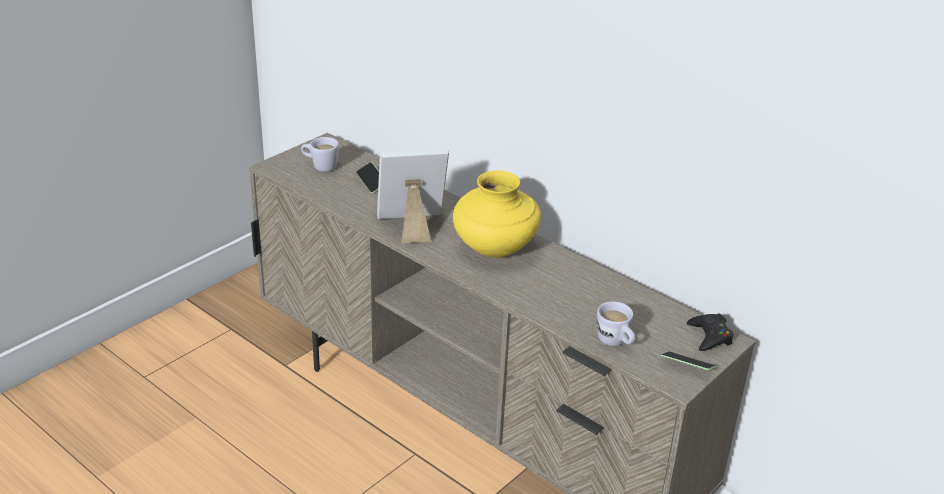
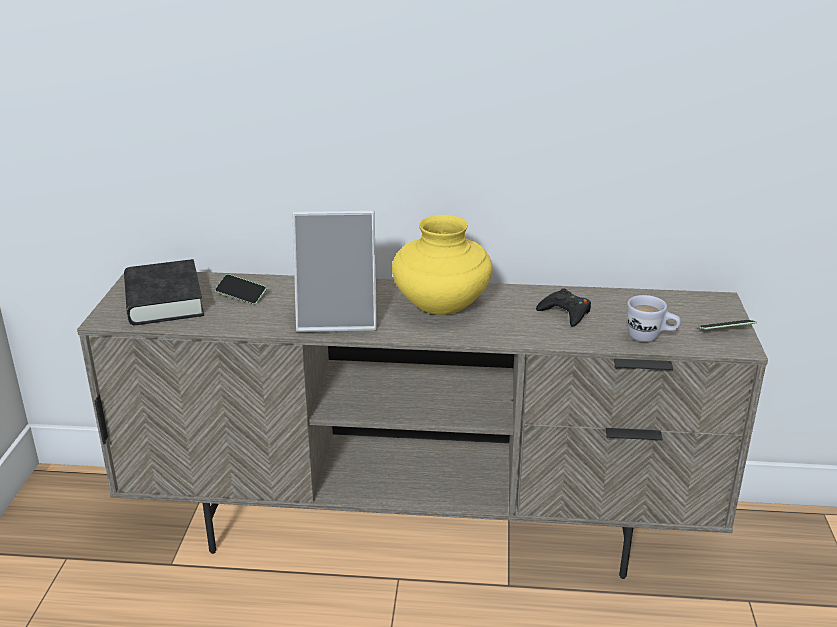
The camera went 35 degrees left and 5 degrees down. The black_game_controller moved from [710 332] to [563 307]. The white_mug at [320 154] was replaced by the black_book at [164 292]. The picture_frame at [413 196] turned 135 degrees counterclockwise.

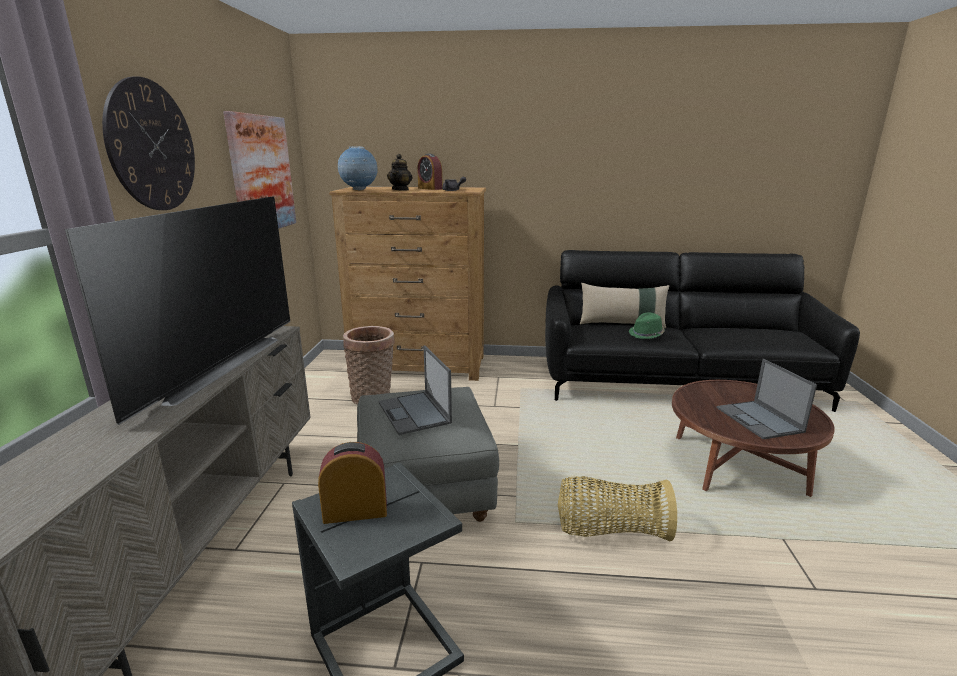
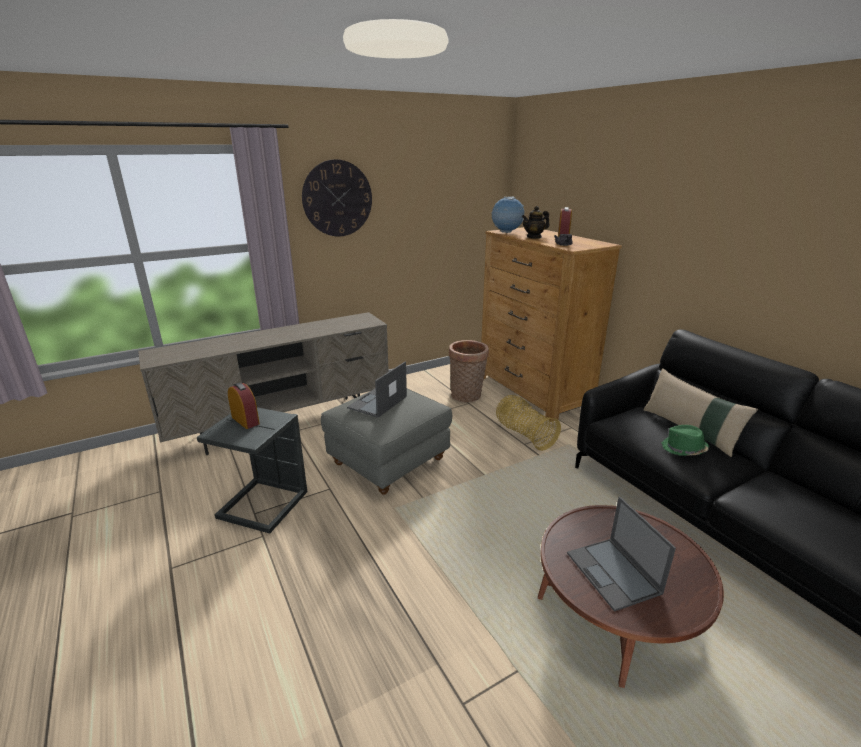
The camera went 55 degrees right and 5 degrees up. The television at [177 310] disappeared. The picture at [259 170] disappeared. The basket moved from [617 508] to [528 423]. The laptop at [766 399] turned 60 degrees counterclockwise.

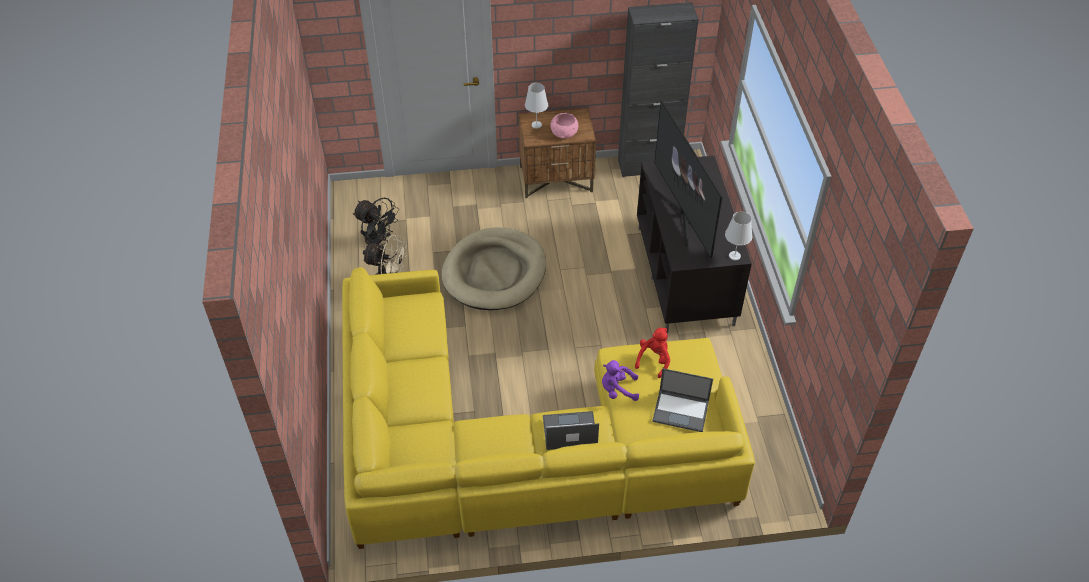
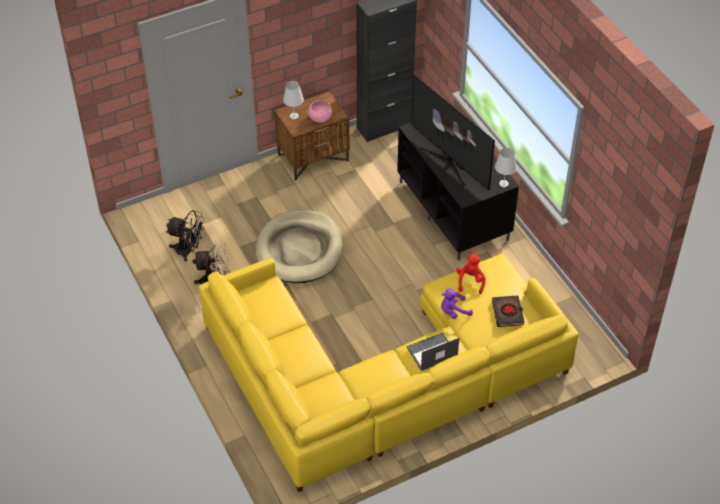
The camera went 20 degrees left and 0 degrees up. The laptop at [682 400] was replaced by the black_book at [508 311].

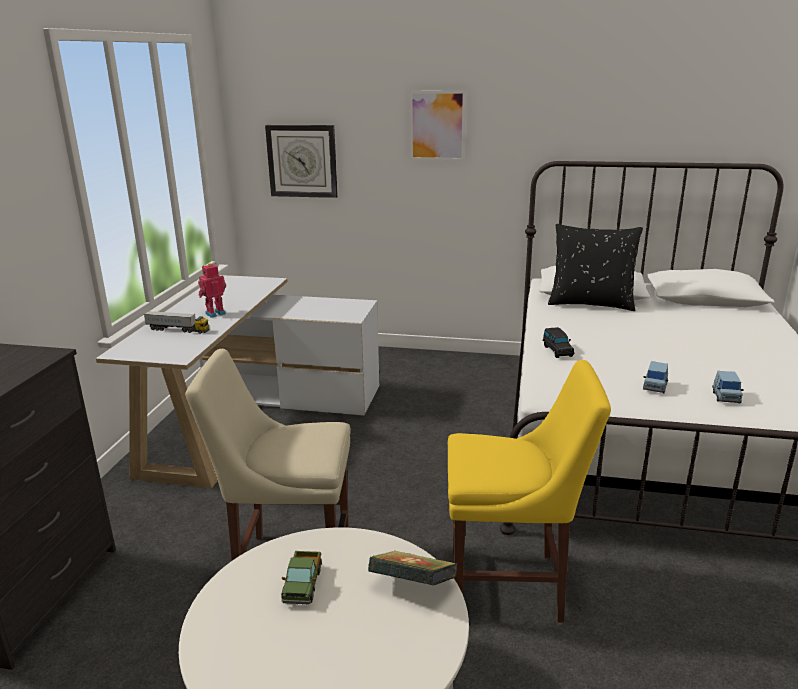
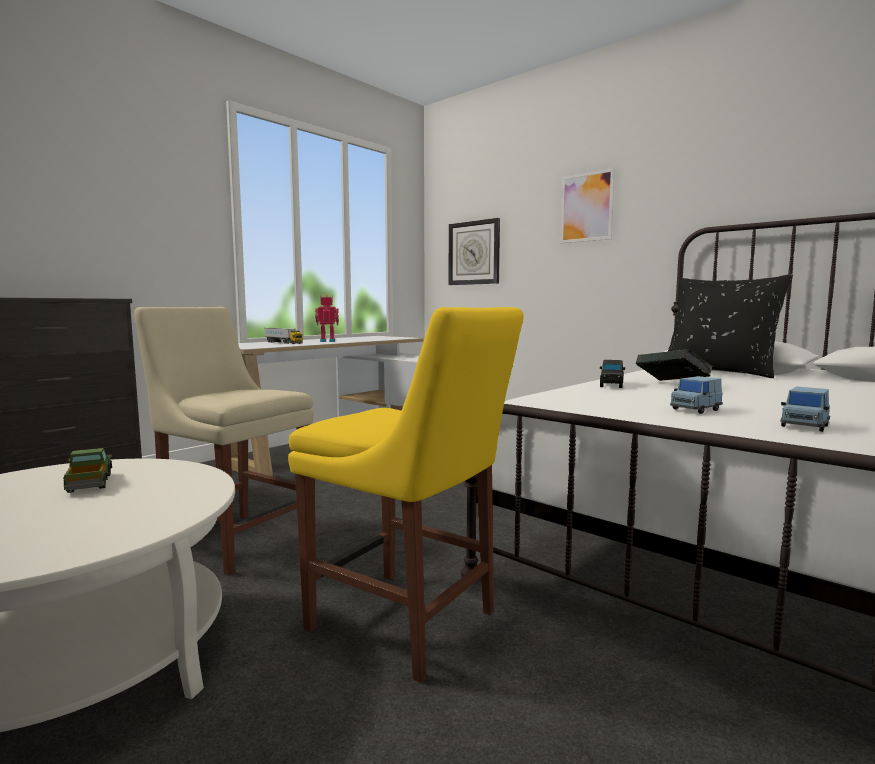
The camera went 30 degrees right and 15 degrees down. The book moved from [412 567] to [674 365]. The toy_truck at [301 577] turned 120 degrees clockwise.

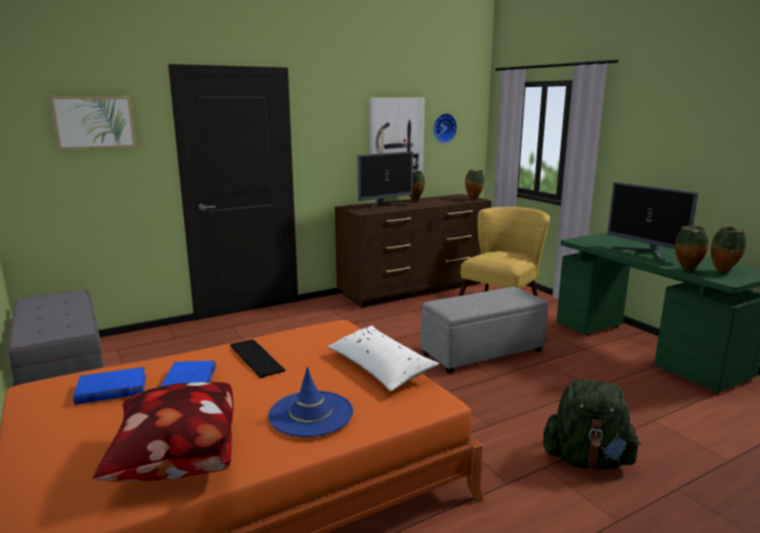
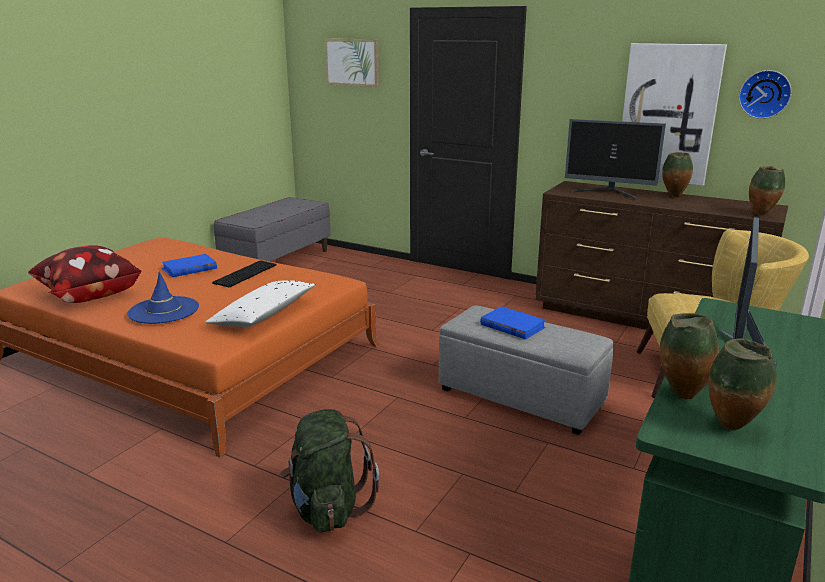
The camera went 60 degrees right and 5 degrees up. The blue_book moved from [109 386] to [513 323].

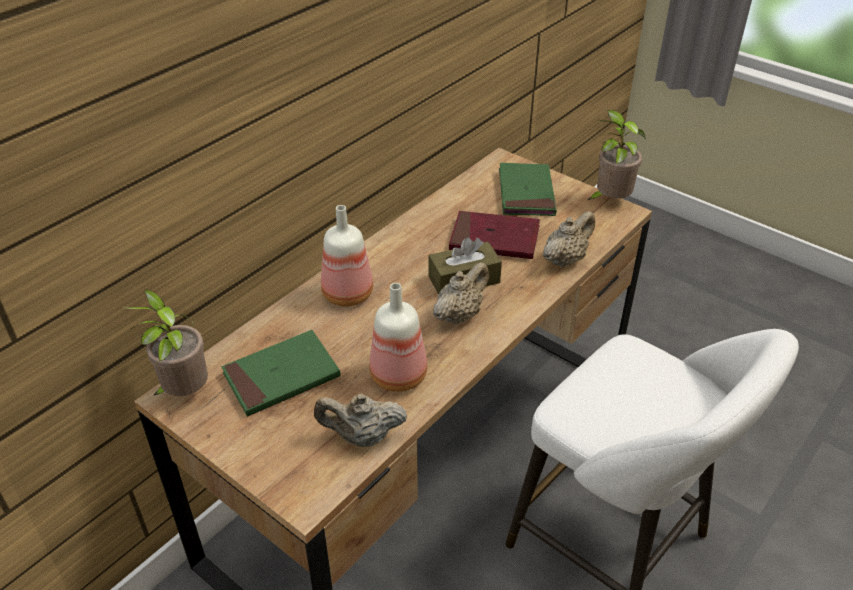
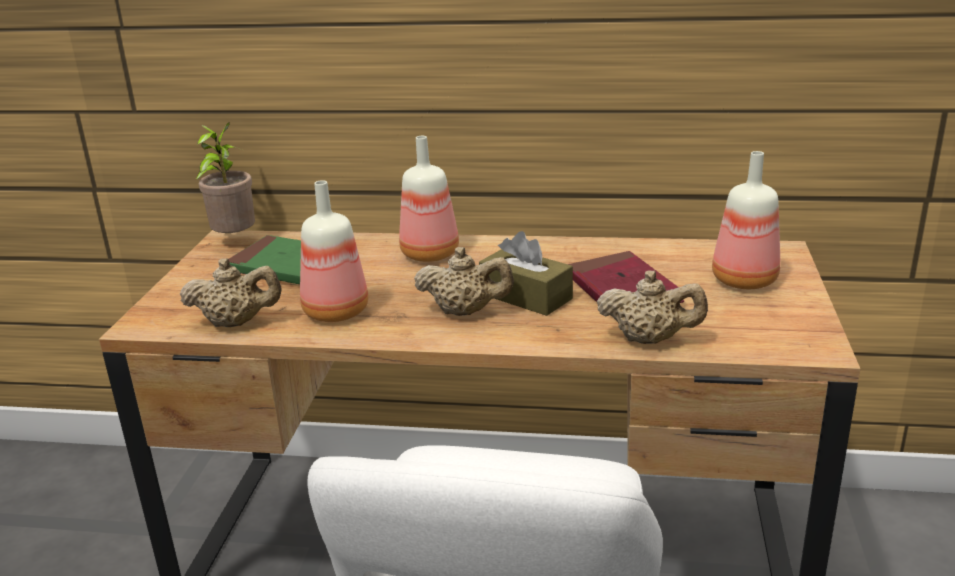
The camera went 60 degrees right and 15 degrees down. The potted_plant at [616 155] disappeared. The green_book at [528 189] was replaced by the bottle at [746 220]. The beige_teapot at [360 420] turned 120 degrees clockwise.

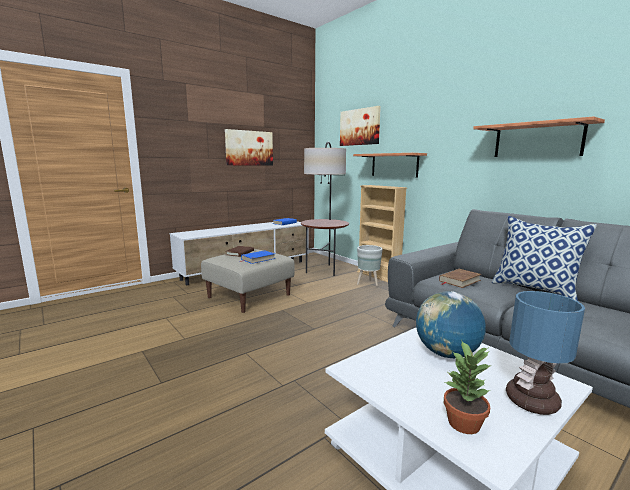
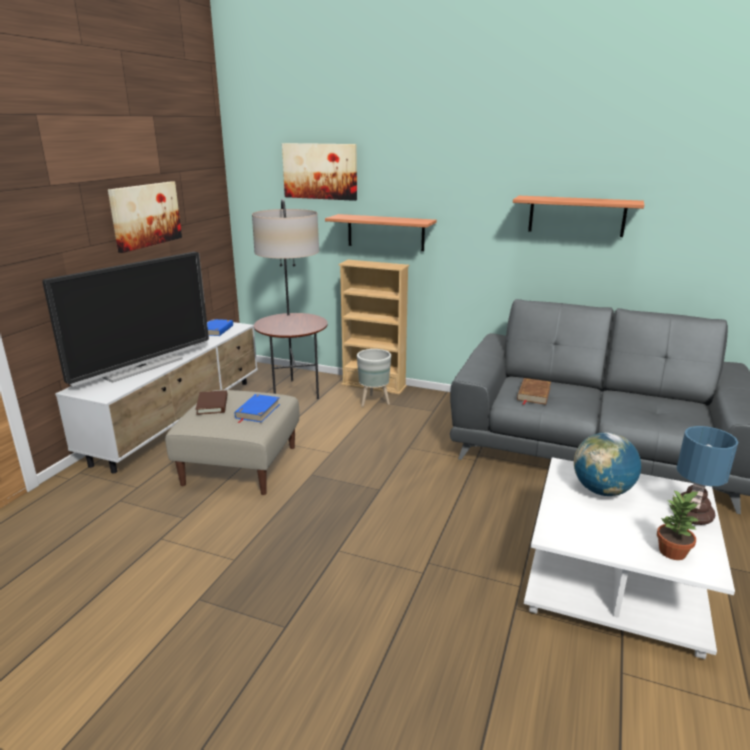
The camera went 30 degrees left and 10 degrees up. The pillow at [544 258] disappeared. The television at [125 319] appeared.

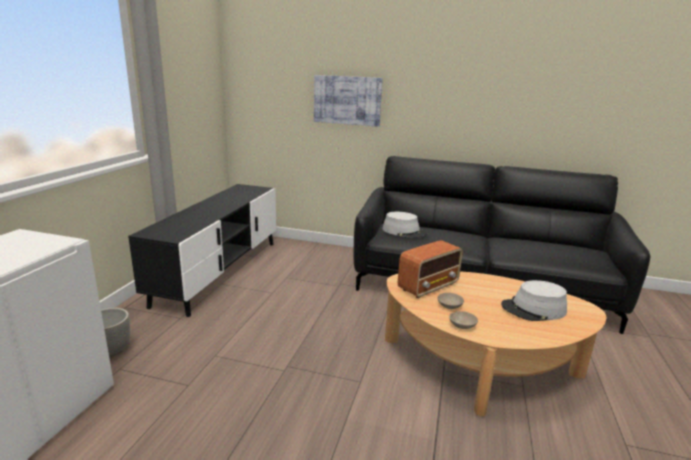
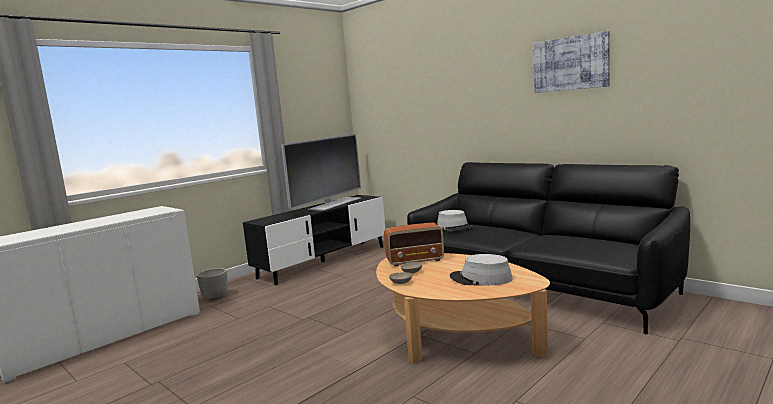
The camera went 30 degrees right and 10 degrees down. The television at [321 172] appeared. The picture moved from [348 101] to [571 62].

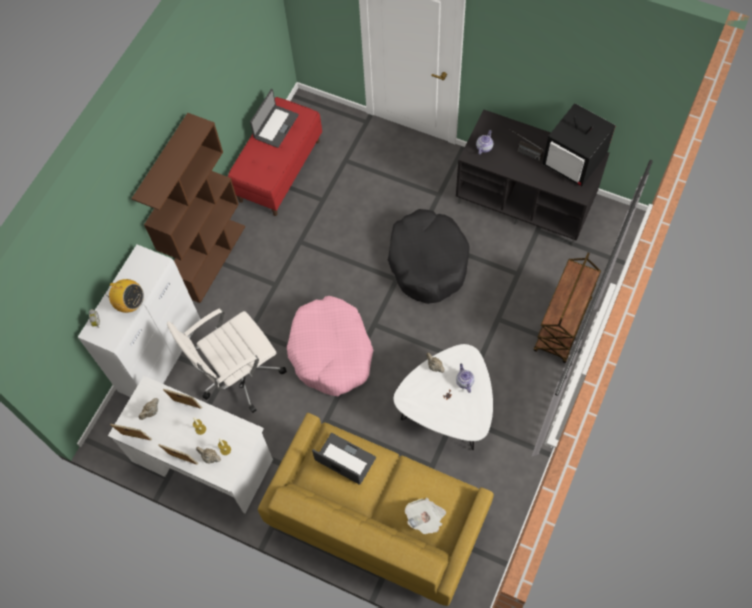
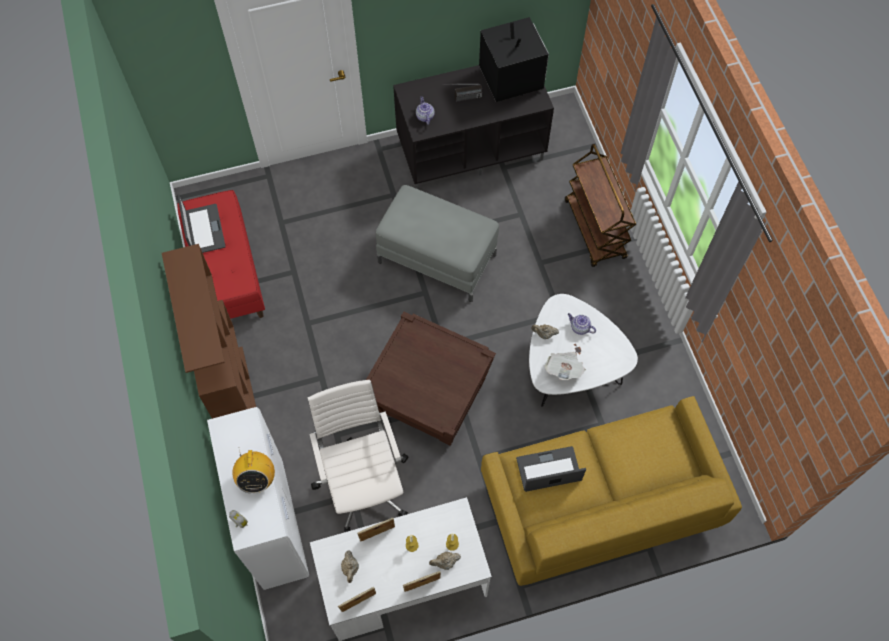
The camera went 45 degrees left and 0 degrees up. The newspaper moved from [425 516] to [565 366]. The pink_dog_bed at [330 346] was replaced by the brown_side_table at [431 378]. The black_dog_bed at [429 256] was replaced by the grey_ottoman at [437 243]. The radio at [124 296] turned 105 degrees clockwise. The white_office_chair at [227 361] turned 150 degrees clockwise. The television at [579 145] turned 105 degrees counterclockwise.

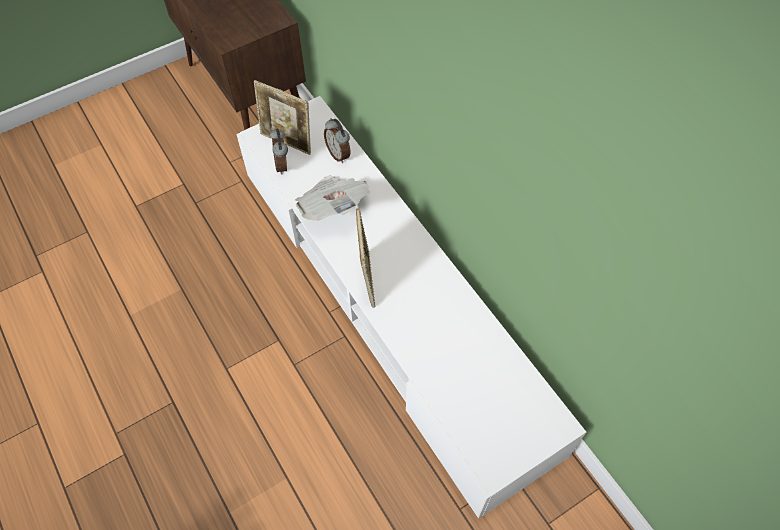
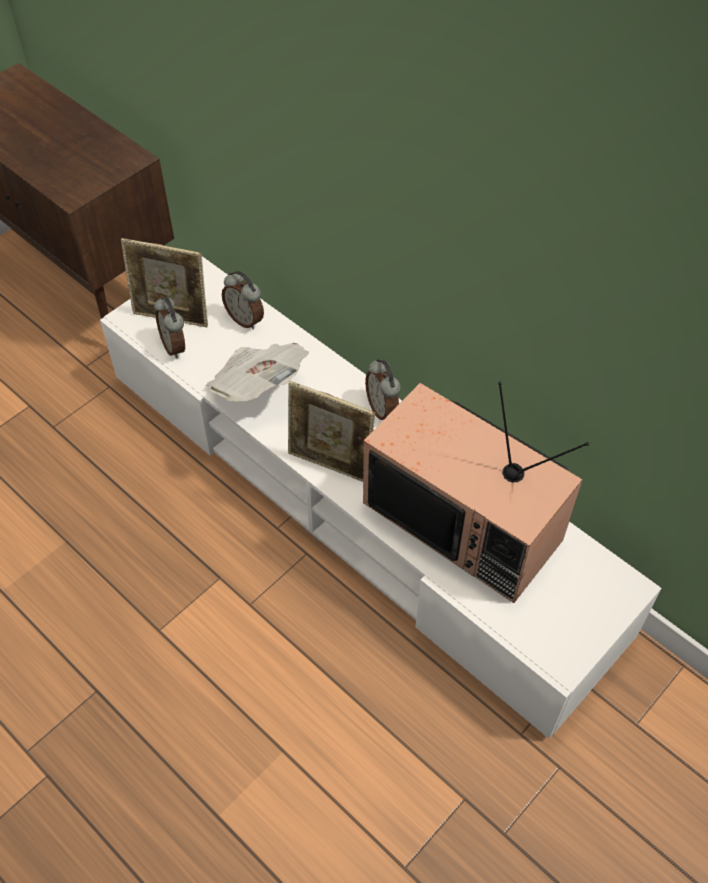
The camera went 15 degrees left and 5 degrees down. The television at [476 492] appeared. The alarm_clock at [383 389] appeared. The picture_frame at [365 258] turned 135 degrees clockwise.

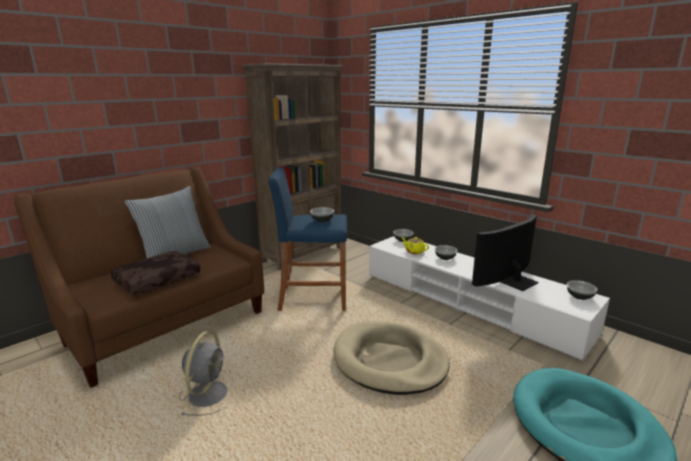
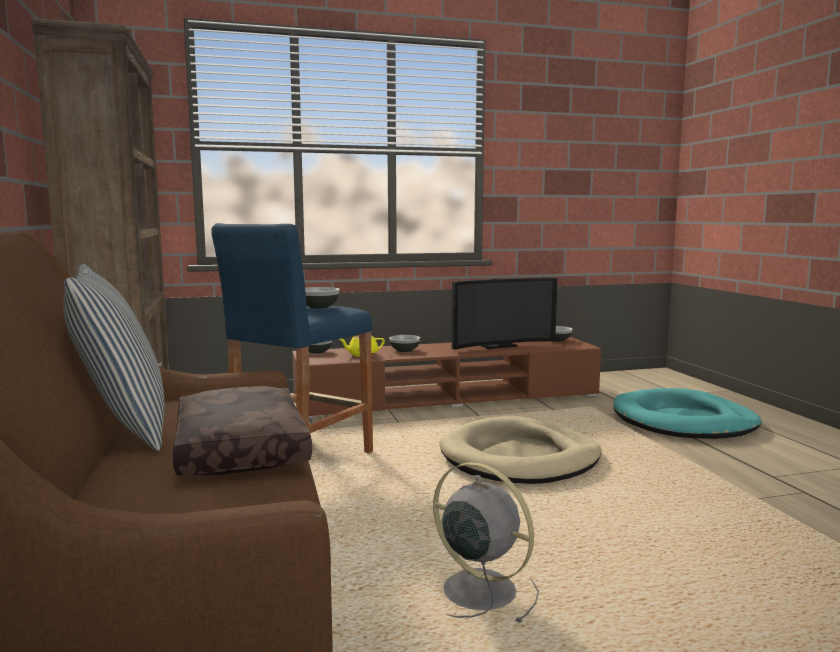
The camera went 60 degrees left and 10 degrees down. The white_tv_stand at [489 298] became the brown_tv_stand at [446 378]. The television at [505 252] turned 105 degrees counterclockwise.

